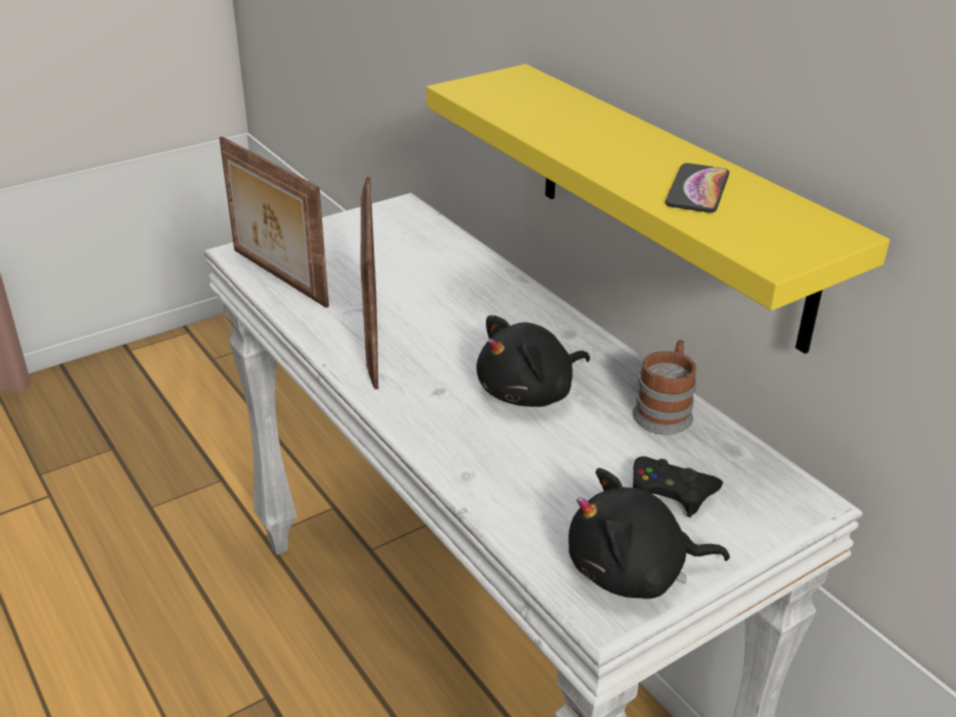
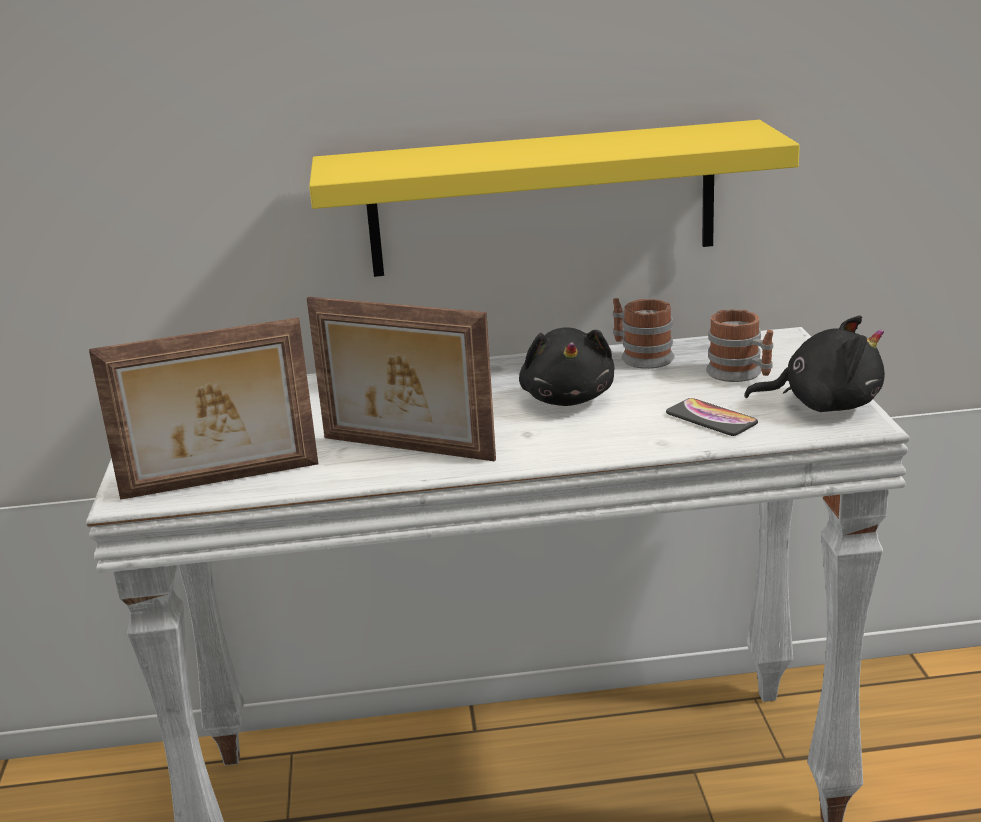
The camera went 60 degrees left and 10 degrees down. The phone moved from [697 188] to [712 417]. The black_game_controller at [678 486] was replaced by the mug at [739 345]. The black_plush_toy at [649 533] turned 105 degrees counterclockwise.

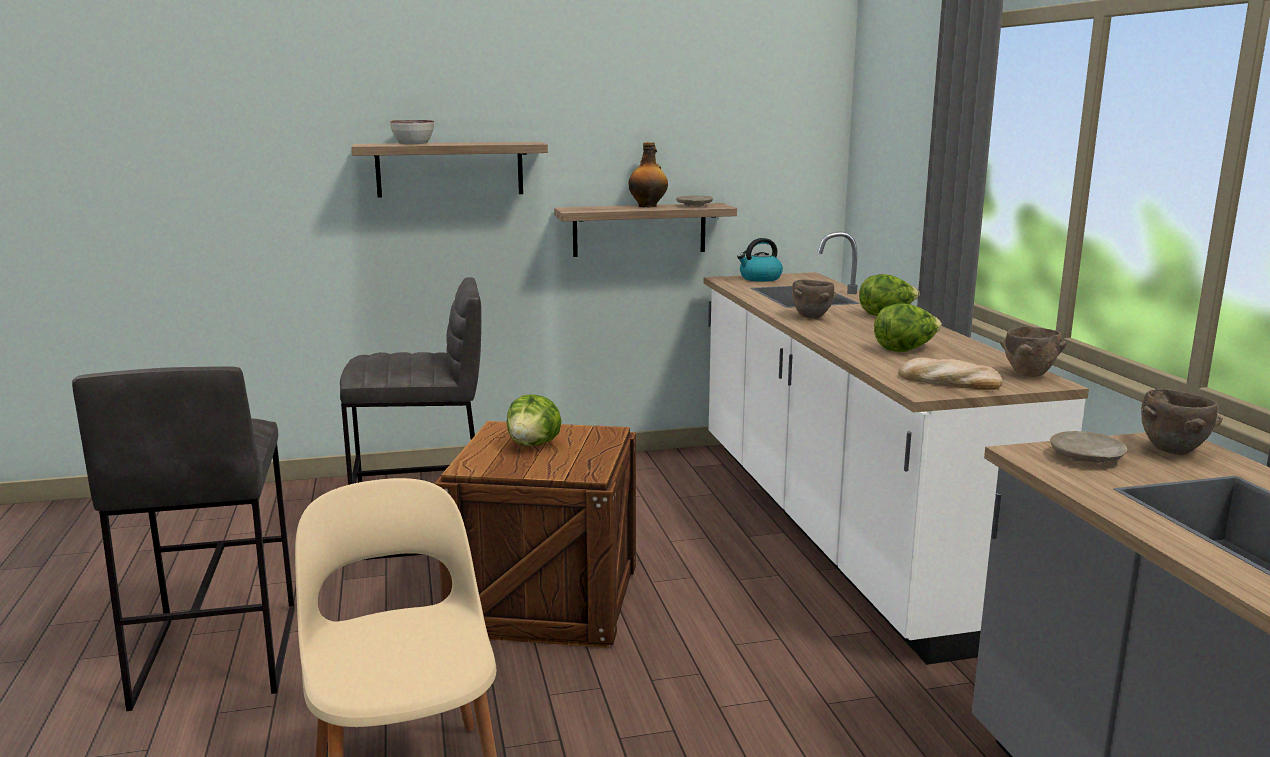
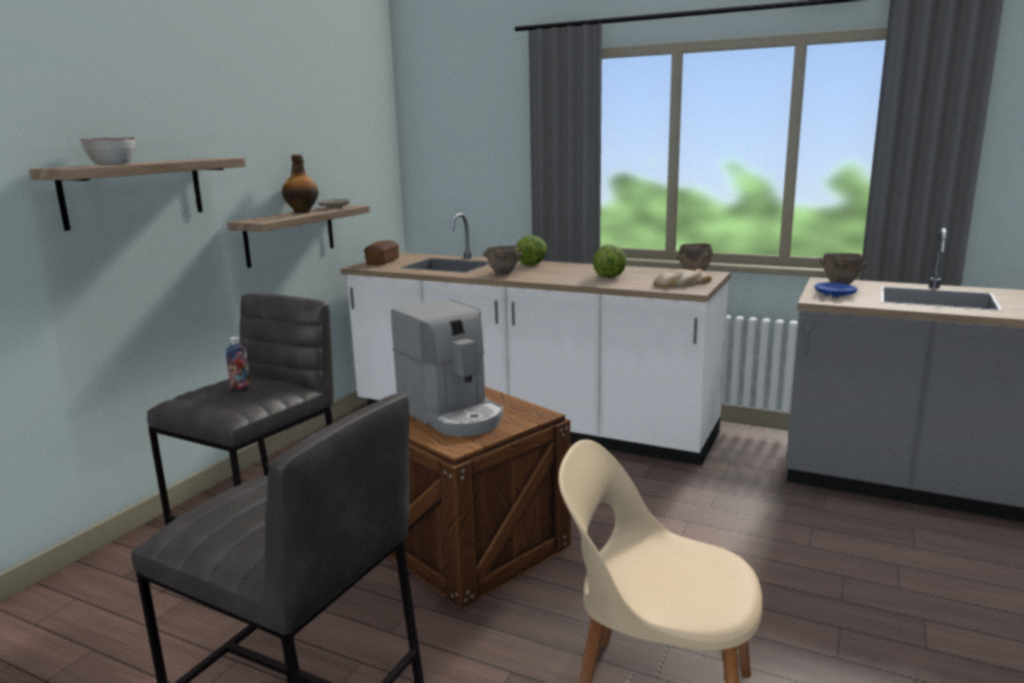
The camera went 50 degrees left and 0 degrees up. The bottle at [238 364] appeared. The lettuce at [534 420] was replaced by the coffee_machine at [447 368]. The kettle at [760 260] was replaced by the bread at [381 252]. The beige_plate at [1088 447] became the blue_plate at [836 289].

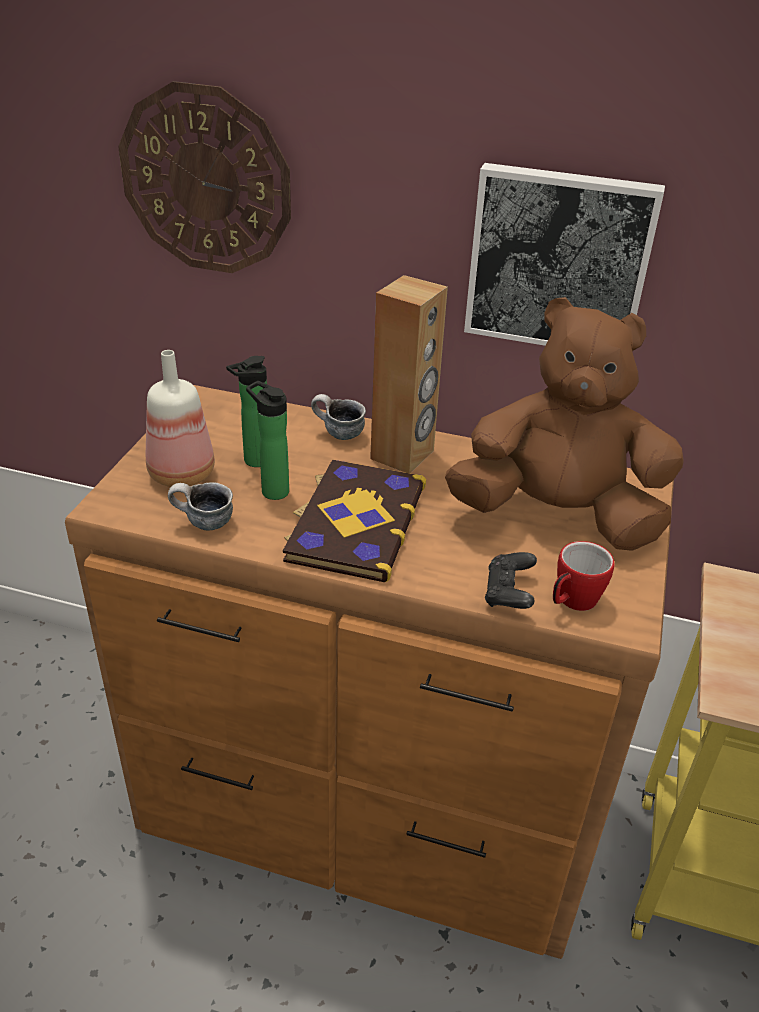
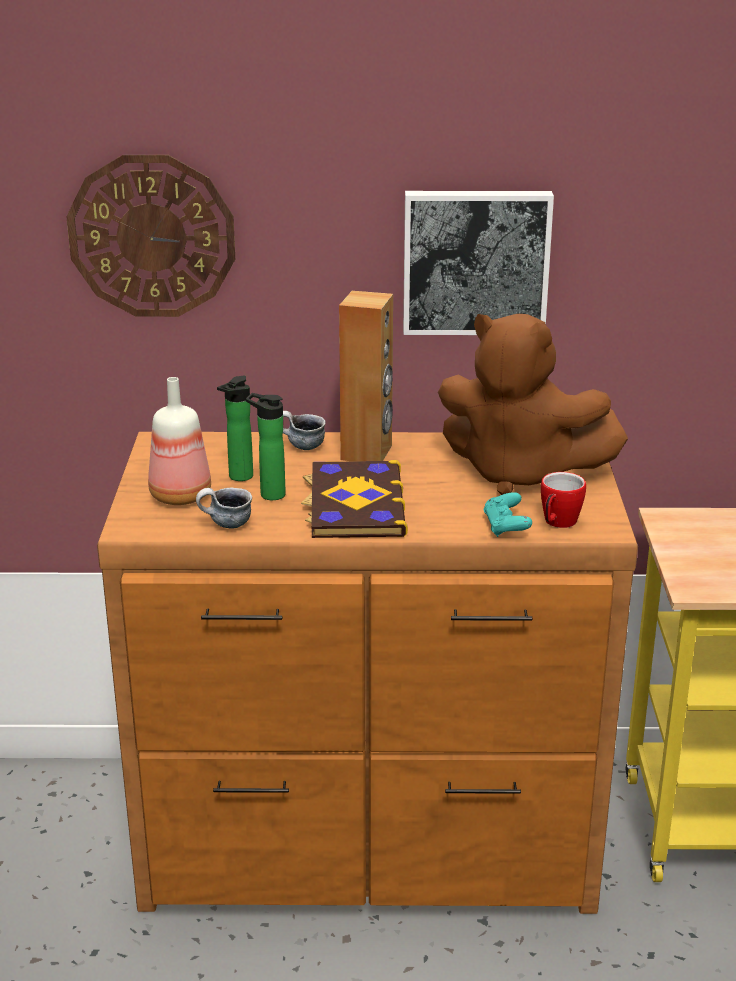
The camera went 15 degrees left and 10 degrees down. The black_game_controller at [511 580] became the turquoise_game_controller at [507 514]. The brown_plush_toy at [564 424] turned 150 degrees counterclockwise.

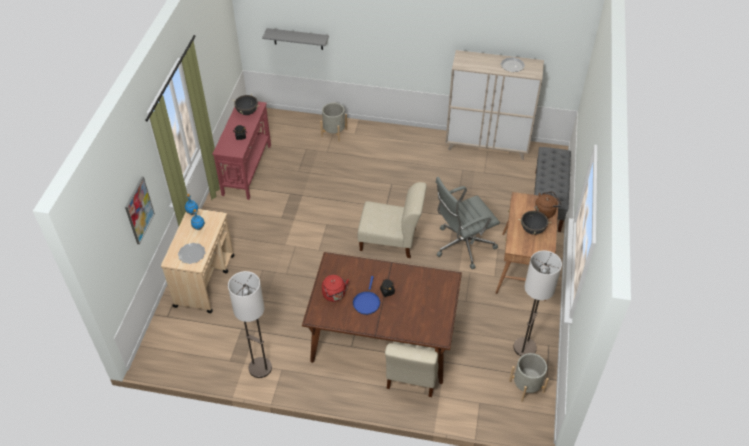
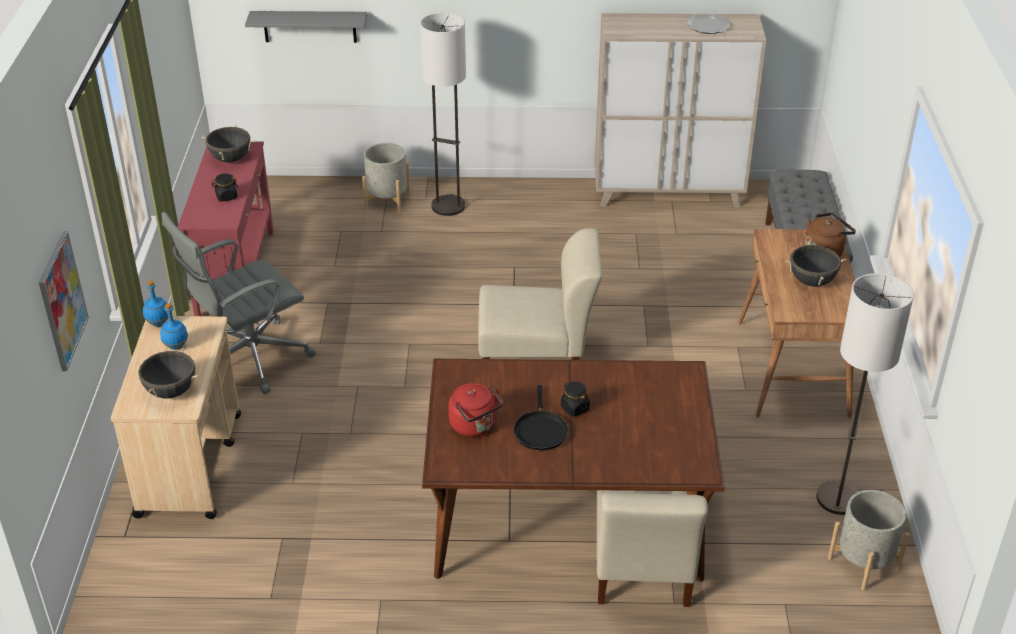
The camera went 10 degrees left and 10 degrees down. The floor_lamp moved from [250 324] to [443 114]. The grey_office_chair moved from [468 223] to [239 303]. The plate at [192 253] was replaced by the black_cooking_pot at [167 373]. The blue_frying_pan at [366 295] became the black_frying_pan at [541 418].

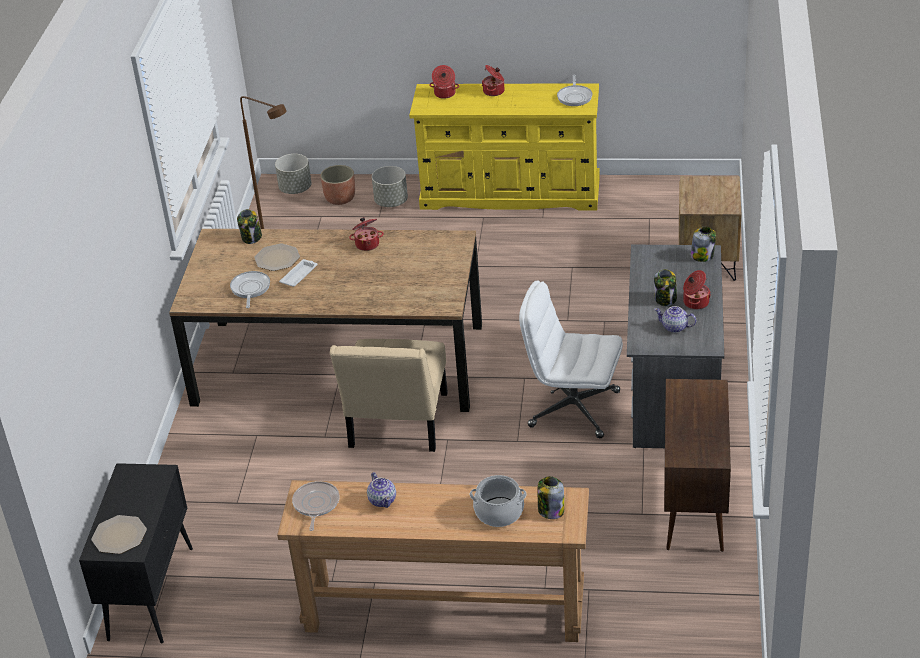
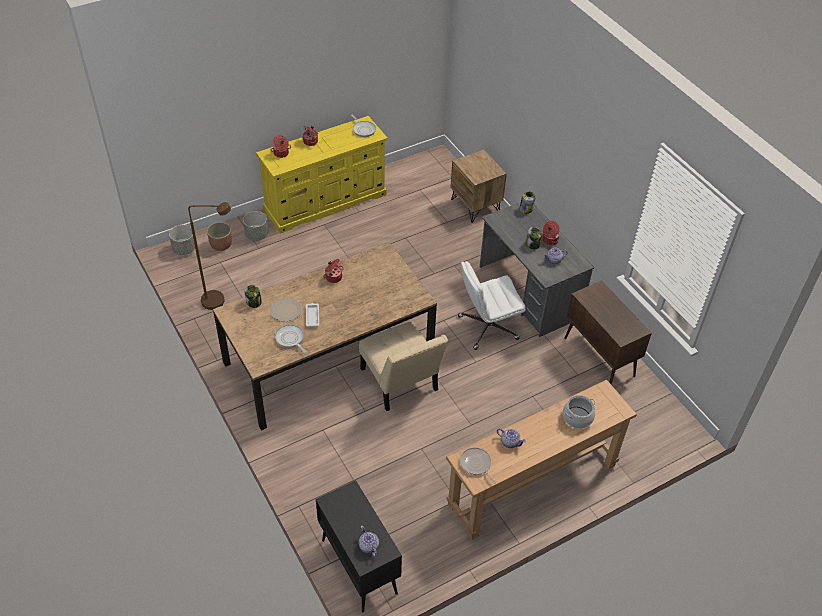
The camera went 40 degrees left and 10 degrees up. The jar at [551 497] disappeared. The plate at [119 534] was replaced by the teapot at [369 541].

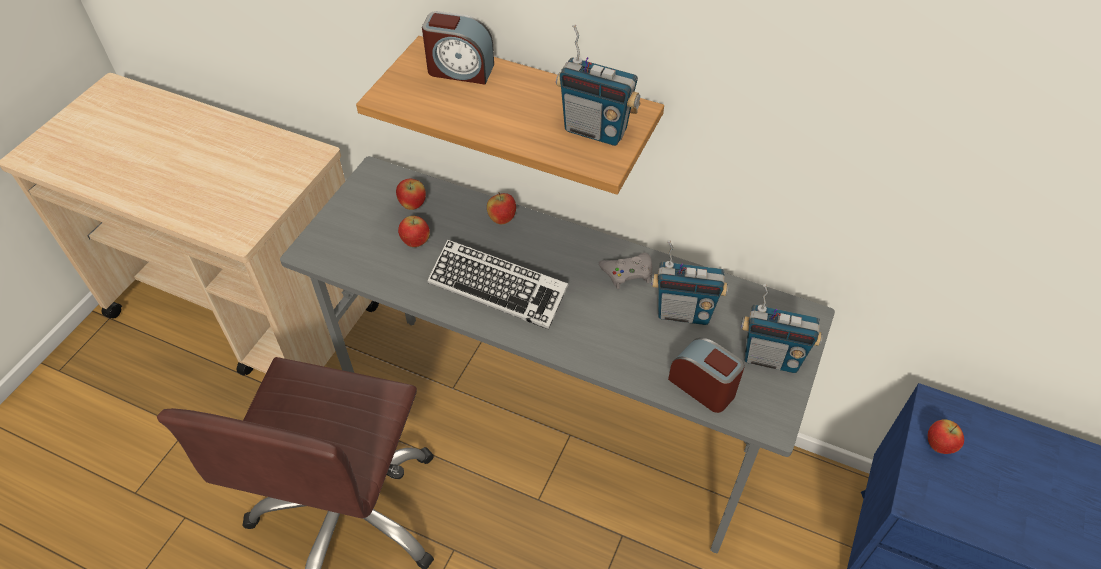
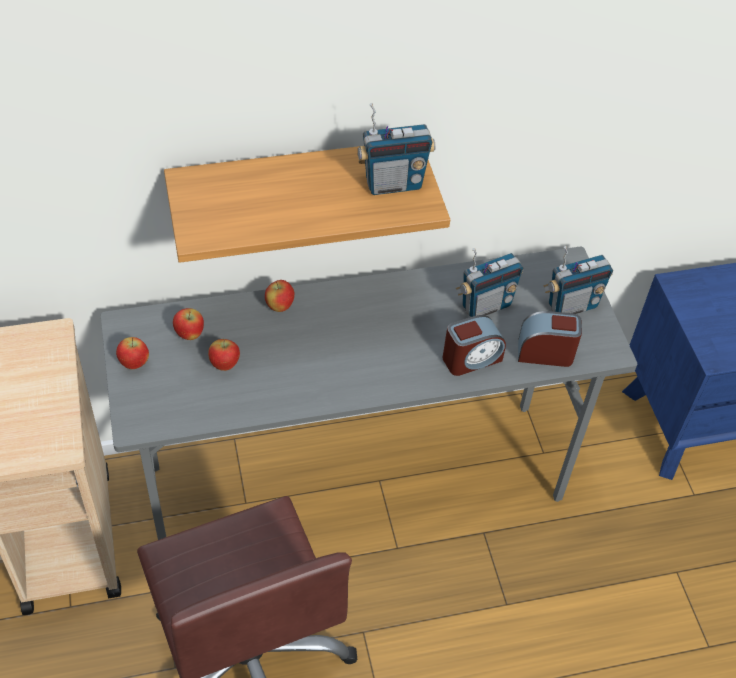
The camera went 40 degrees left and 0 degrees up. The keyboard at [497 284] disappeared. The grey_game_controller at [625 270] disappeared. The alarm_clock moved from [458 47] to [474 345]. The apple moved from [946 436] to [132 353].

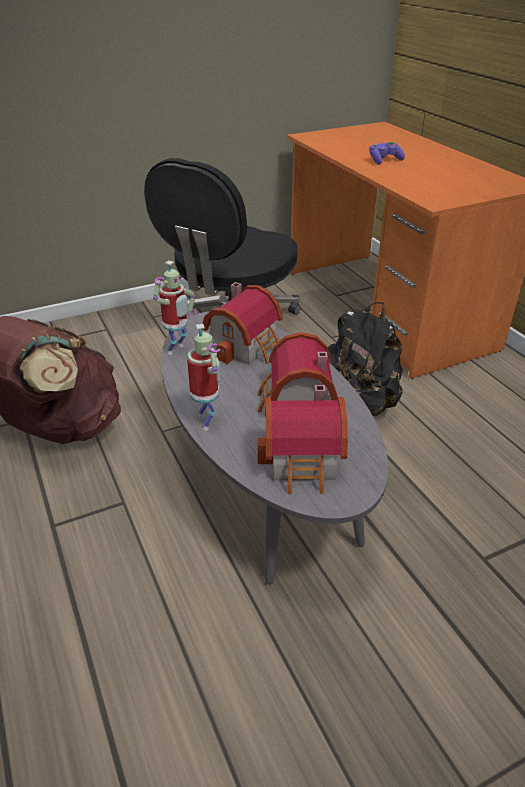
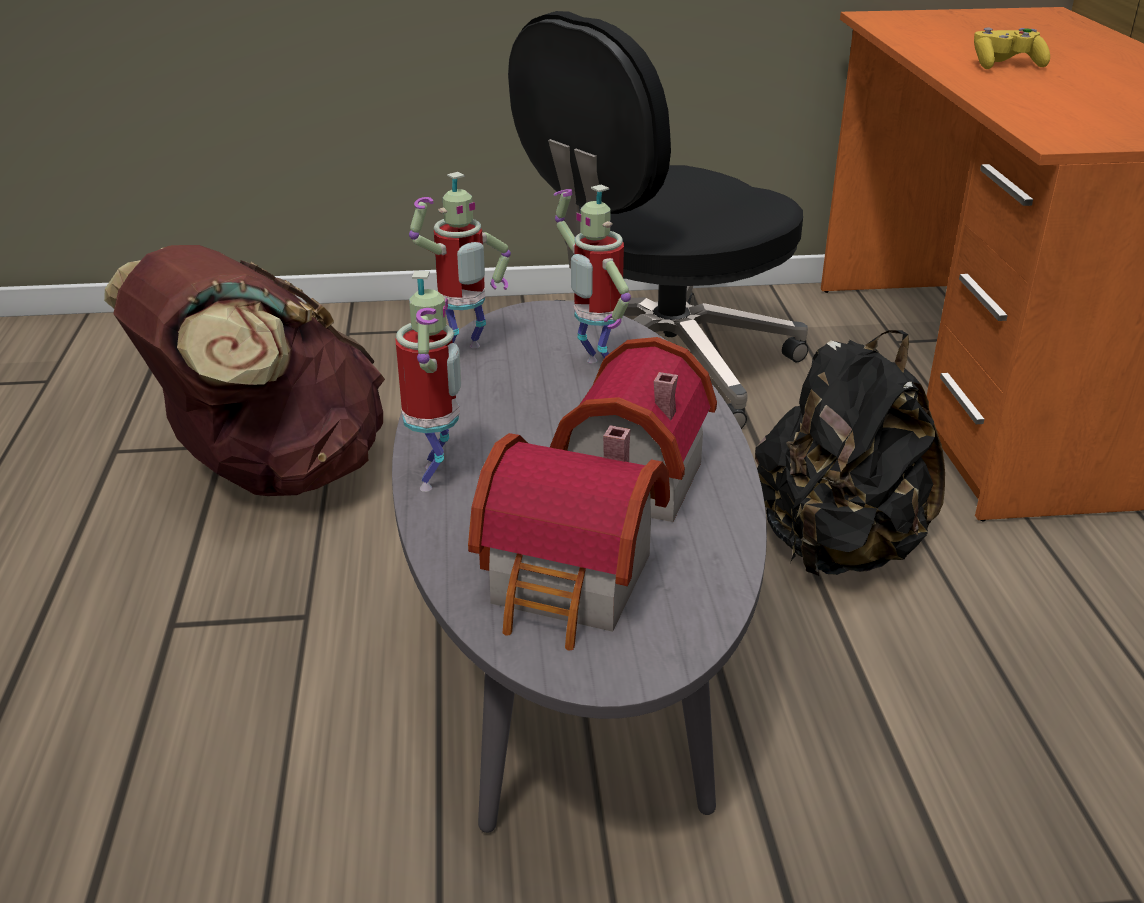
The camera went 20 degrees right and 5 degrees down. The toy_house at [242 323] was replaced by the toy_robot at [592 273]. The purple_game_controller at [387 153] became the yellow_game_controller at [1012 48].

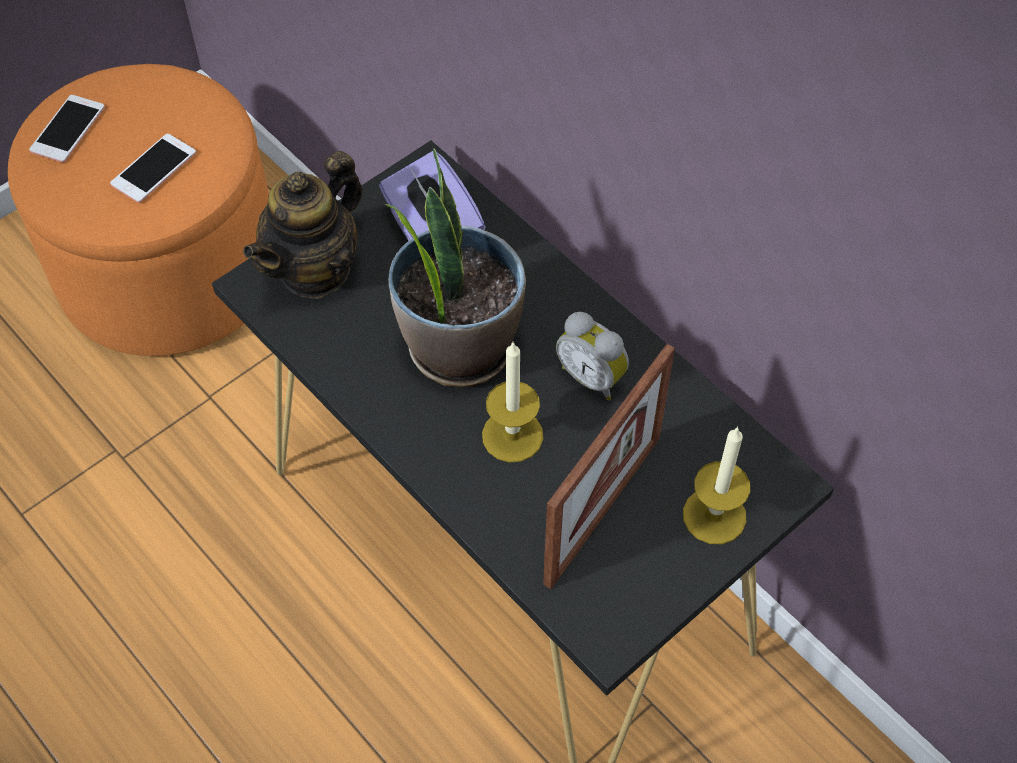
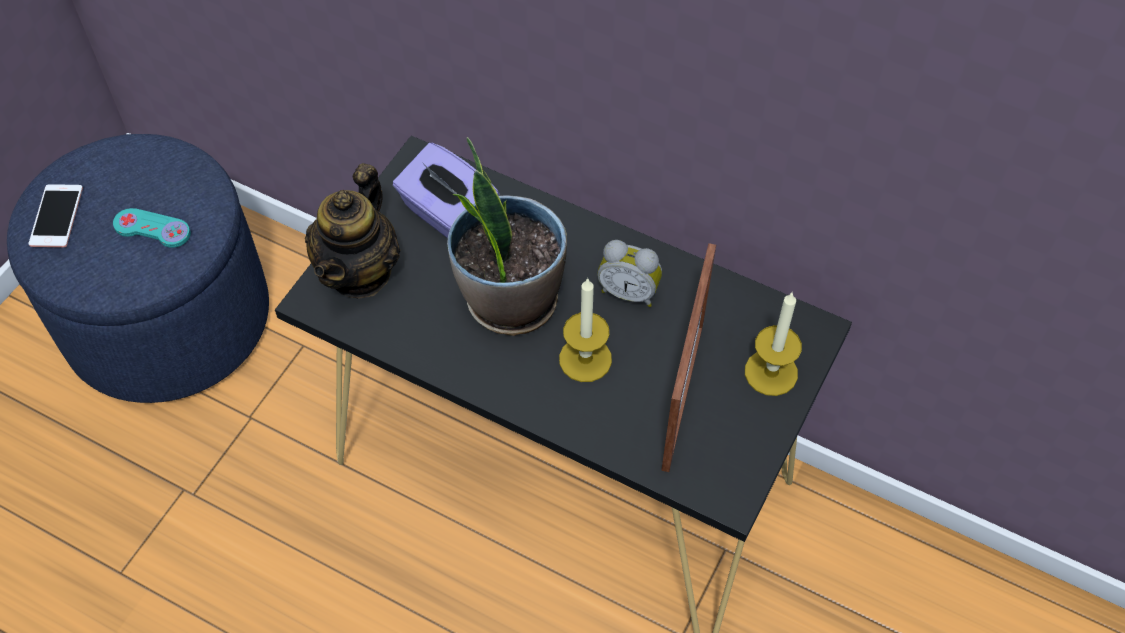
The camera went 20 degrees left and 0 degrees up. The phone at [153 168] was replaced by the turquoise_game_controller at [152 228]. The orange_ottoman at [138 210] became the blue_ottoman at [138 268].

